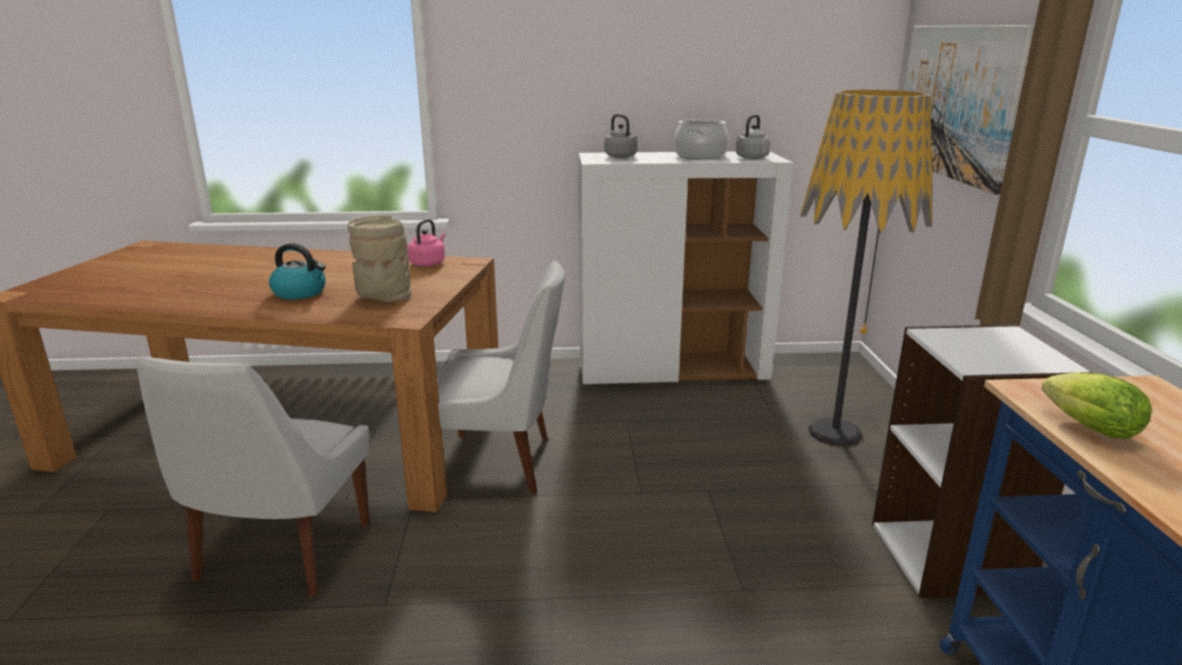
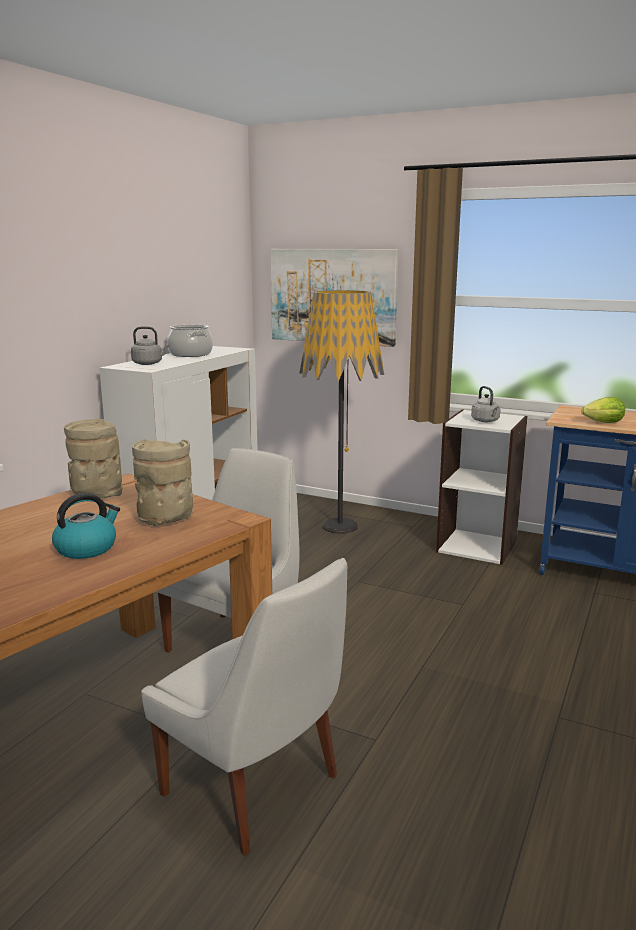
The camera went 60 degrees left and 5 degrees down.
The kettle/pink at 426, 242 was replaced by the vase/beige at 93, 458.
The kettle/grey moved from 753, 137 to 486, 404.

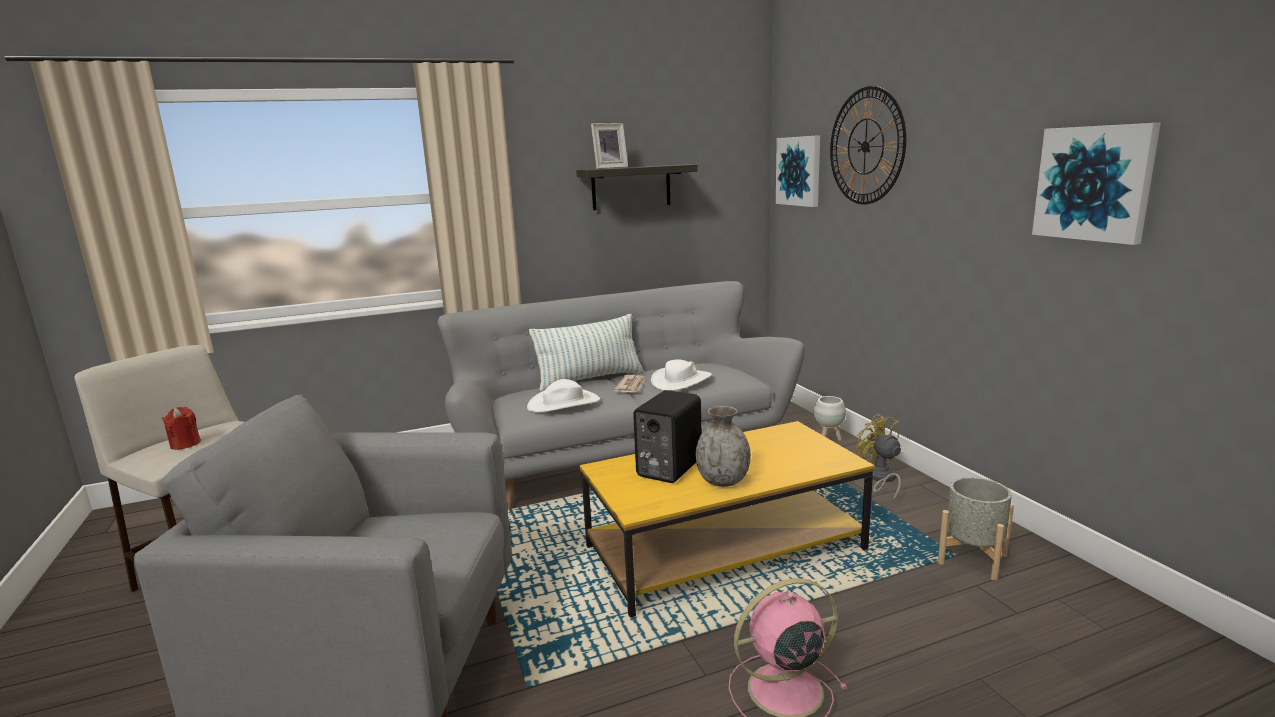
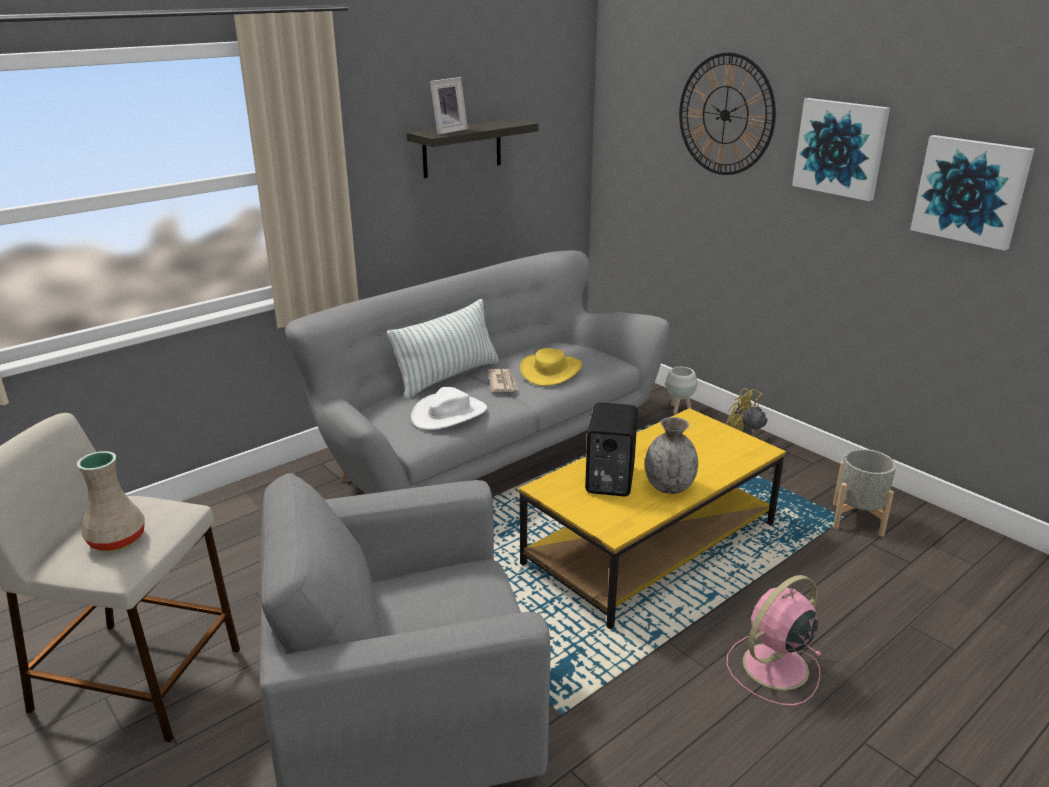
The camera went 20 degrees left and 10 degrees up.
The candle/red at 181, 428 was replaced by the vase/beige at 111, 501.
The hat/white at 681, 375 became the hat/yellow at 551, 367.
The picture moved from 798, 171 to 841, 149.

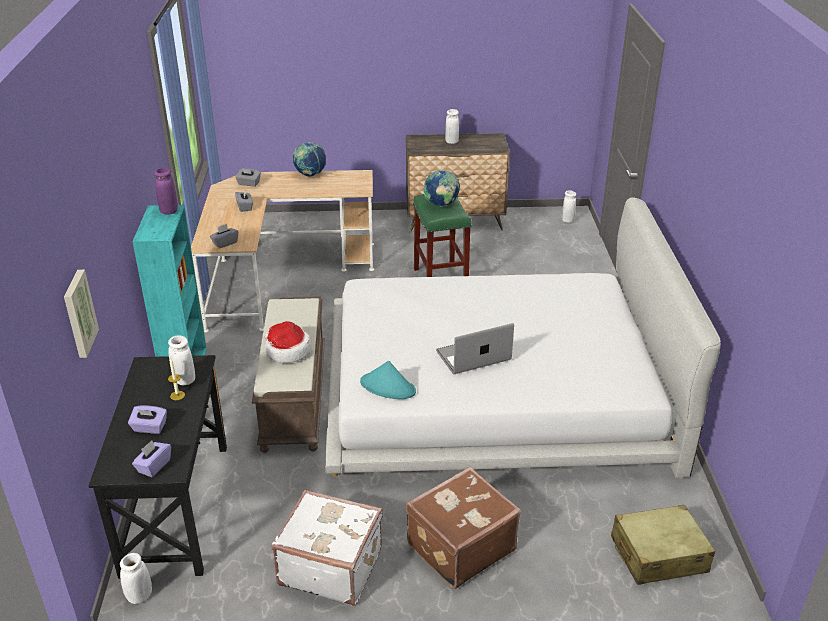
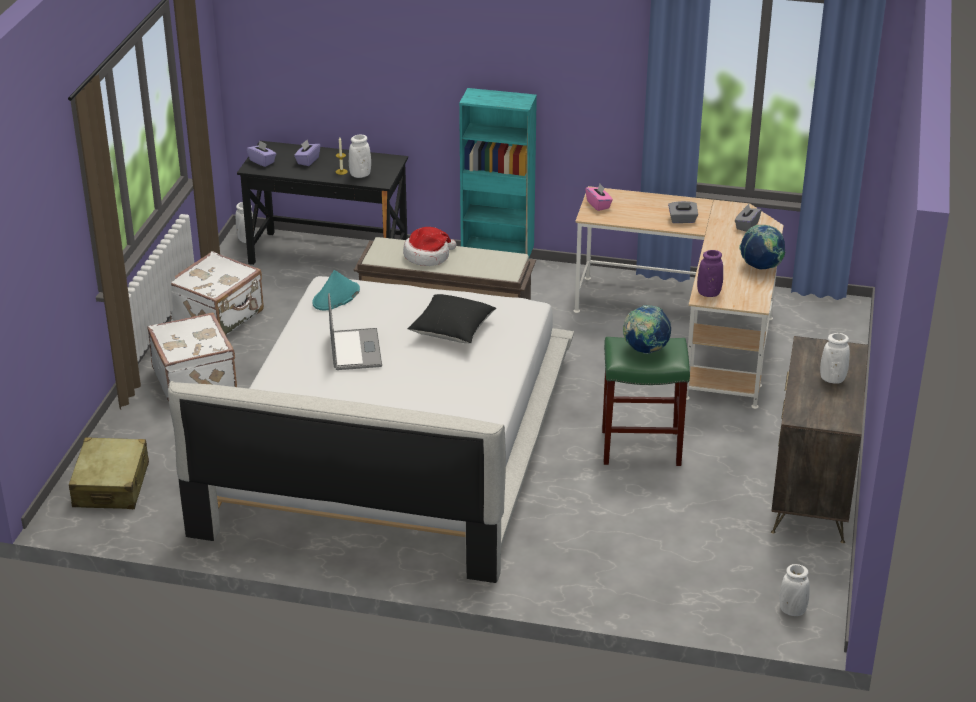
The camera went 105 degrees right and 0 degrees up.
The suitcase/brown at 463, 528 became the suitcase/white at 192, 357.
The pillow/black at 452, 319 appeared.
The tissue box/grey at 224, 236 became the tissue box/pink at 599, 197.
The vase/purple moved from 166, 191 to 710, 273.
The picture at 81, 314 disappeared.

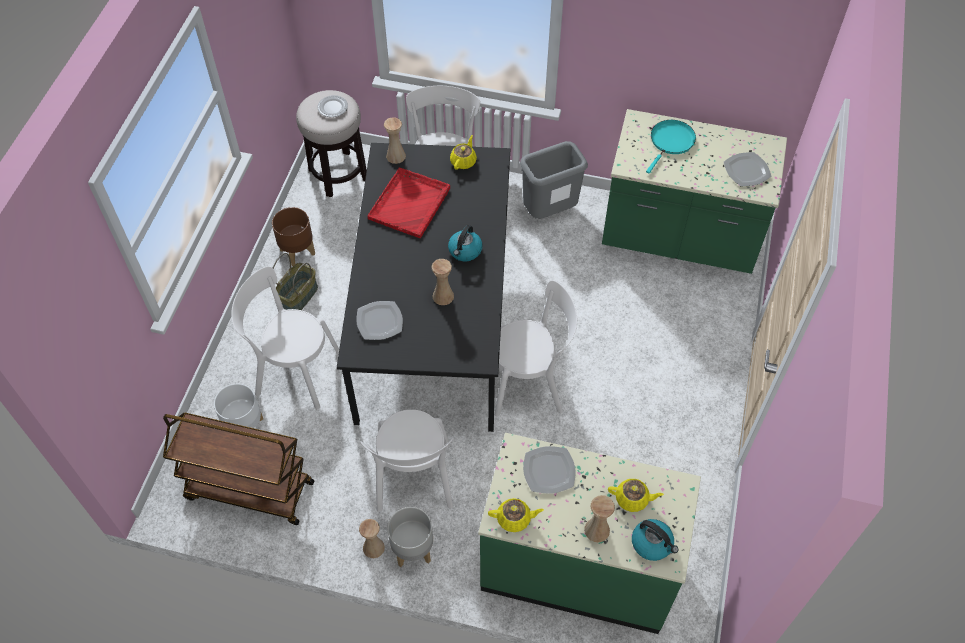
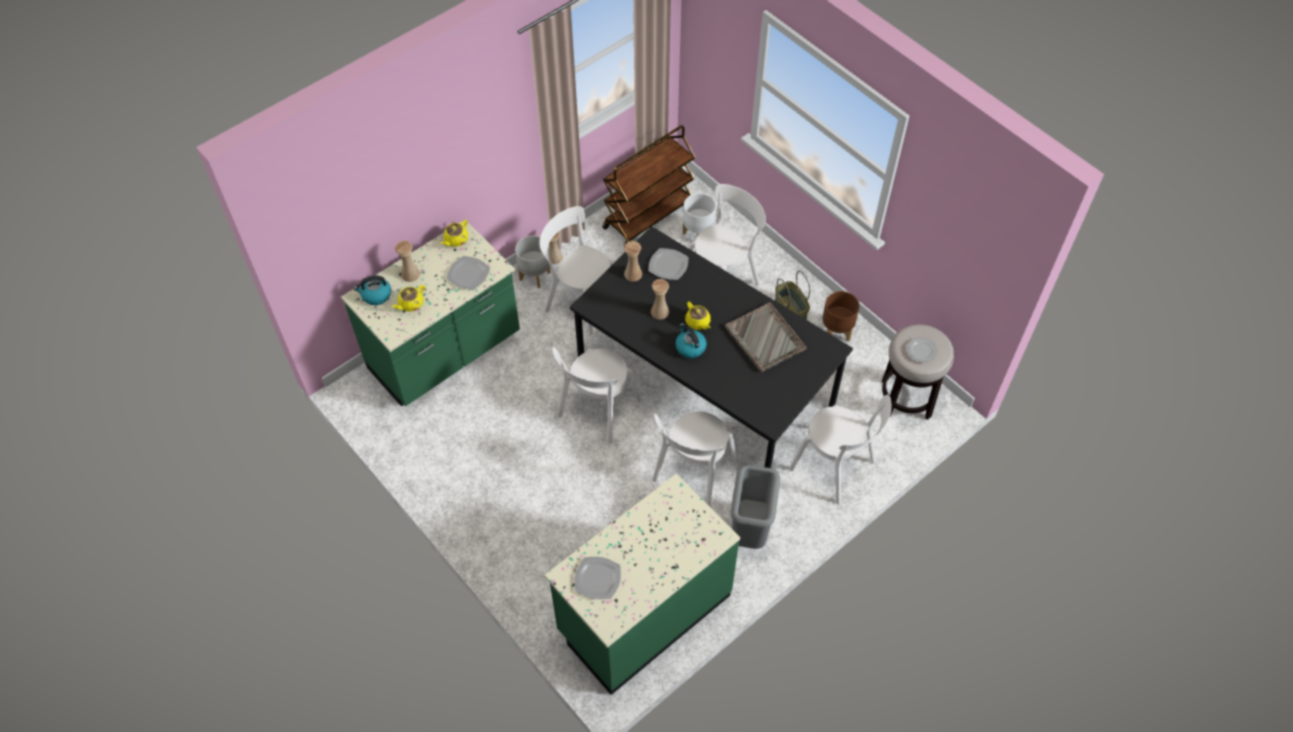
The camera went 125 degrees right and 0 degrees up.
The vase/beige moved from 395, 140 to 633, 261.
The chair/white at 694, 458 appeared.
The teapot/yellow moved from 463, 152 to 698, 316.
The tray/red at 408, 203 became the tray/grey at 766, 337.
The frying pan/turquoise at 671, 147 disappeared.

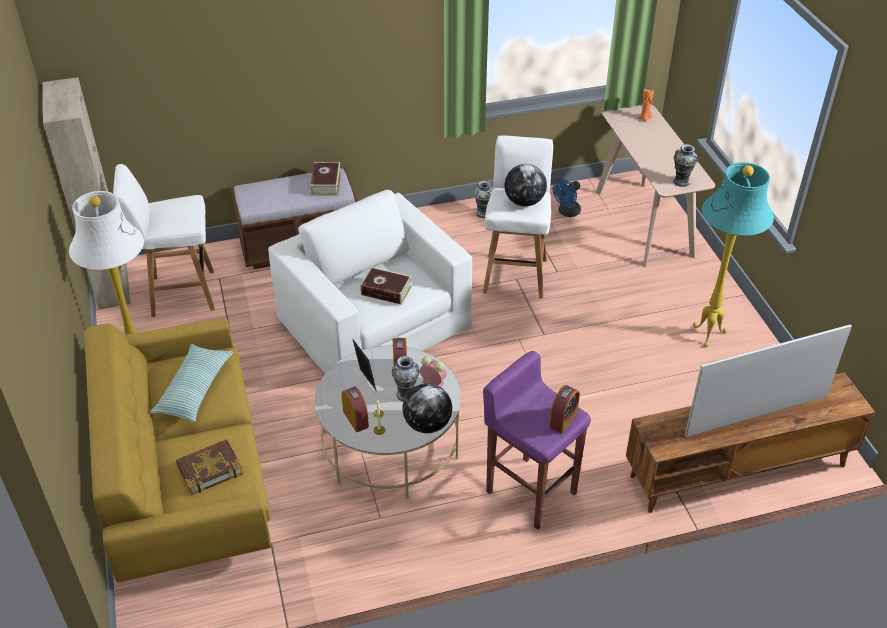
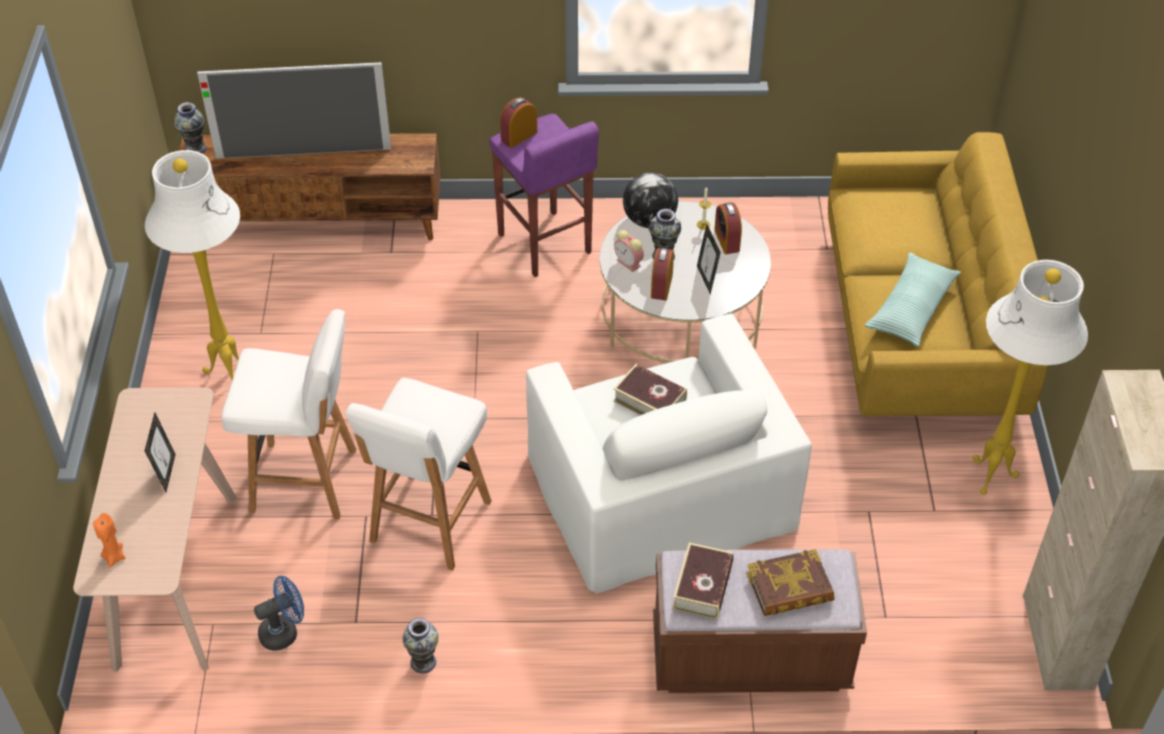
The camera went 165 degrees left and 5 degrees up.
The floor lamp/turquoise at 733, 254 became the floor lamp/white at 192, 265.
The picture frame at 160, 452 appeared.
The vase moved from 685, 165 to 190, 128.
The stool/white moved from 164, 240 to 289, 414.
The book moved from 210, 467 to 790, 582.
The globe at 525, 185 disappeared.

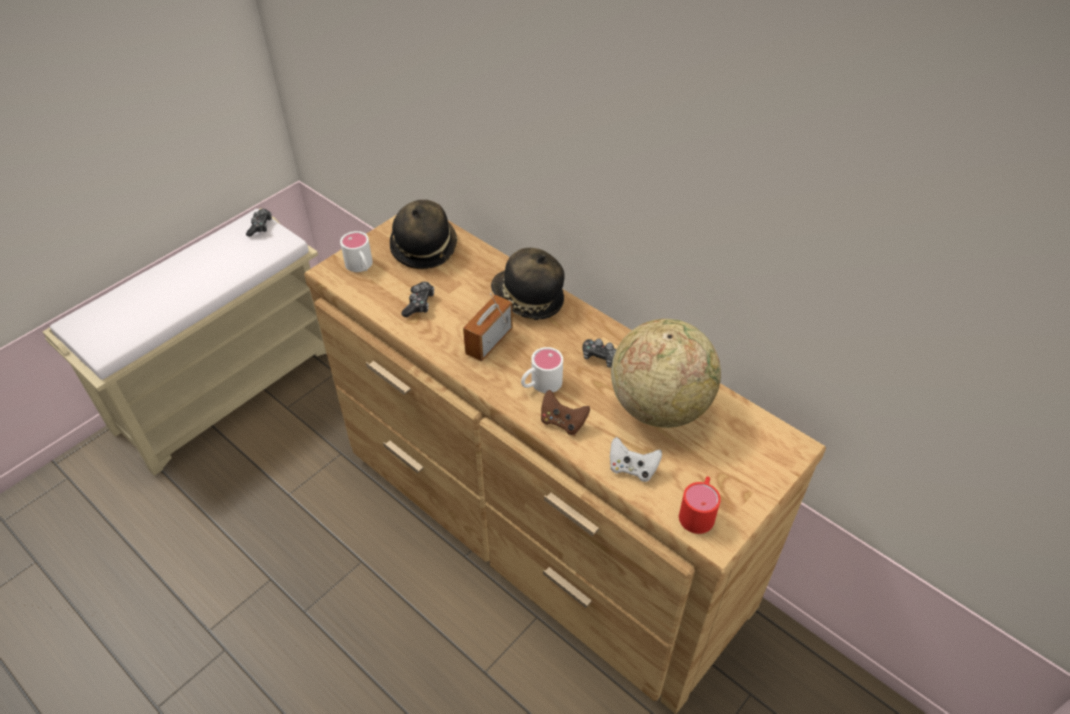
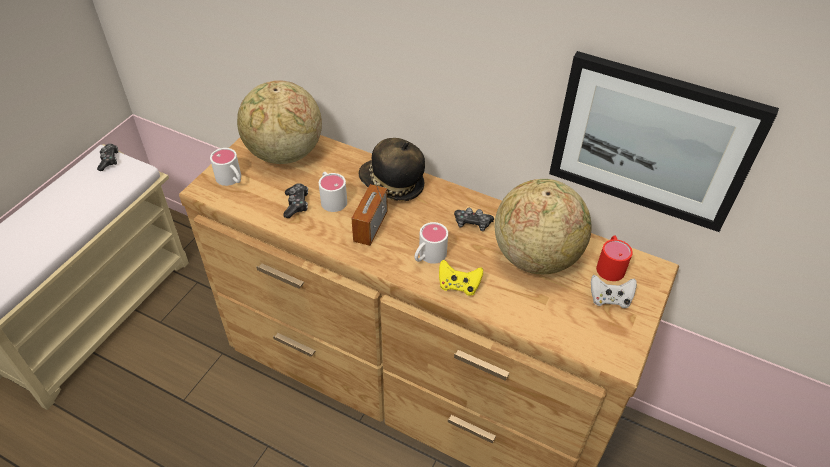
The camera went 15 degrees left and 0 degrees up.
The hat at 423, 234 was replaced by the globe at 279, 122.
The mug/white at 333, 192 appeared.
The game controller/brown at 565, 412 became the game controller/yellow at 461, 278.
The picture at 664, 141 appeared.
The game controller/white moved from 636, 459 to 614, 291.
The mug/red moved from 700, 505 to 614, 258.

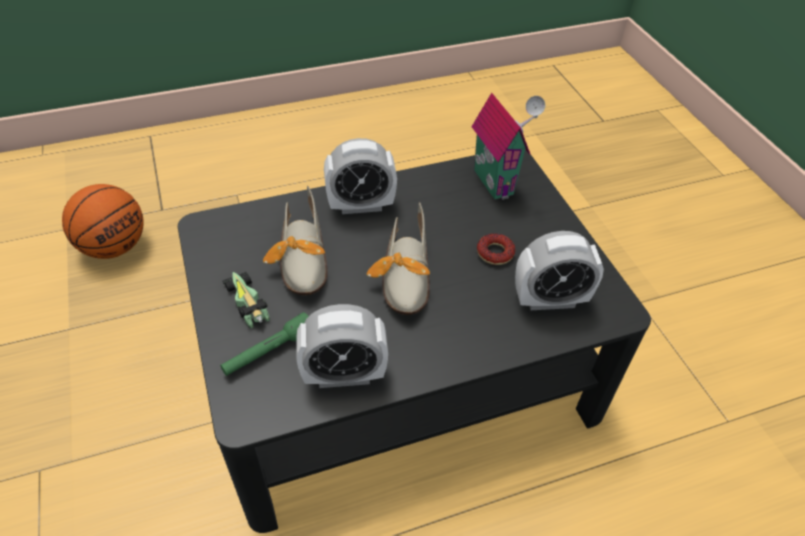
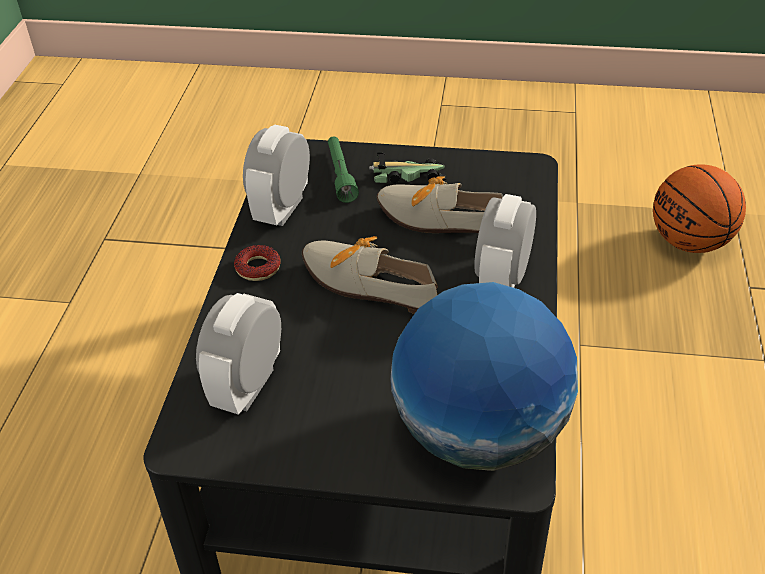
The camera went 120 degrees right and 5 degrees down.
The donut moved from 496, 249 to 257, 263.
The toy house at 509, 146 was replaced by the globe at 484, 376.

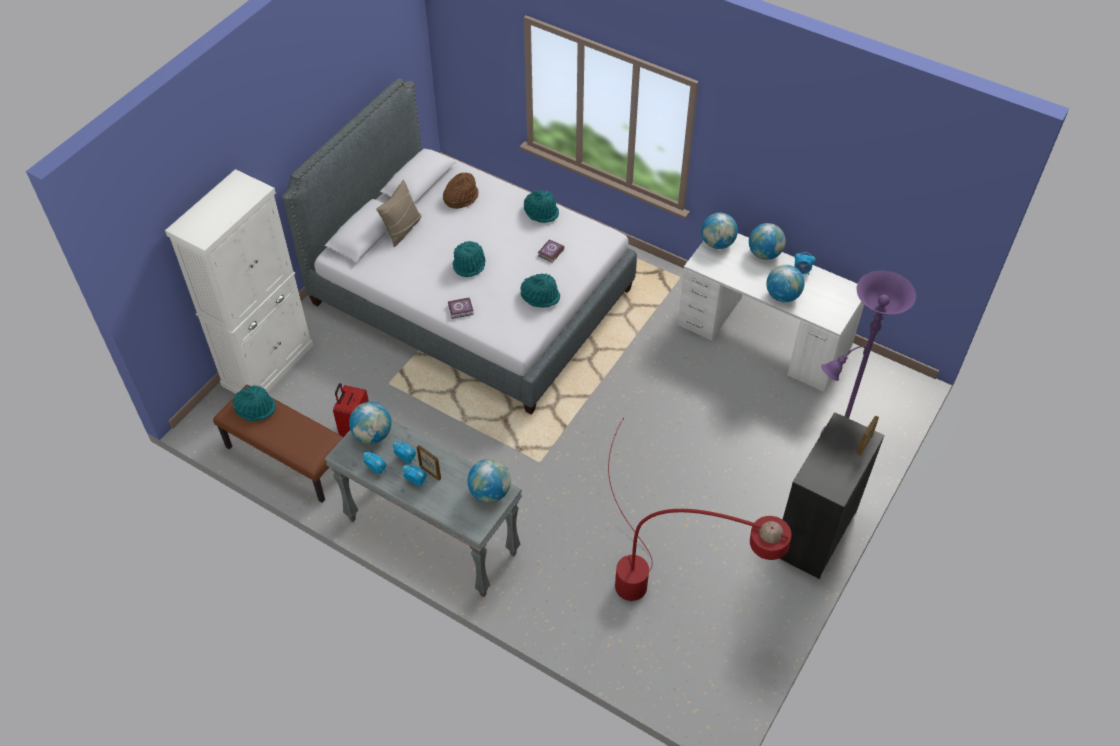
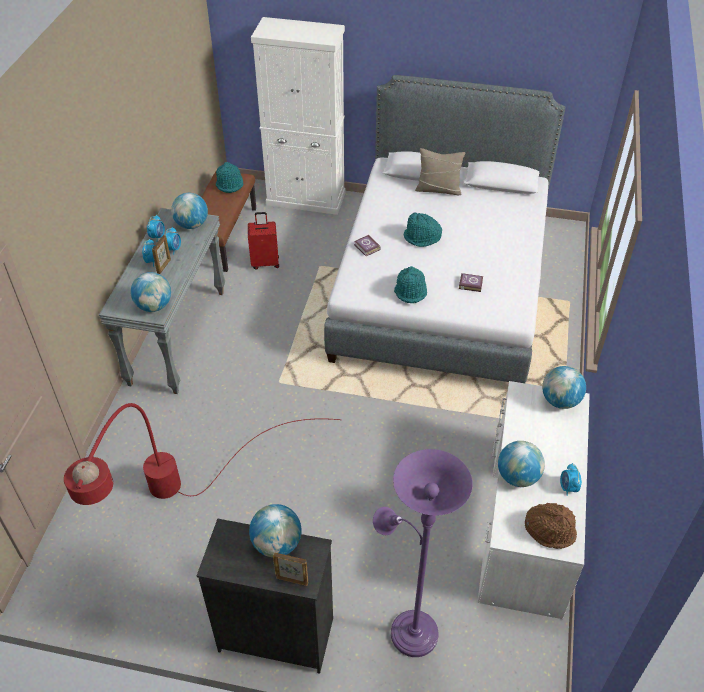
The camera went 70 degrees right and 5 degrees down.
The globe moved from 767, 241 to 275, 530.
The hat/brown moved from 461, 190 to 551, 526.
The hat/turquoise at 541, 206 disappeared.

